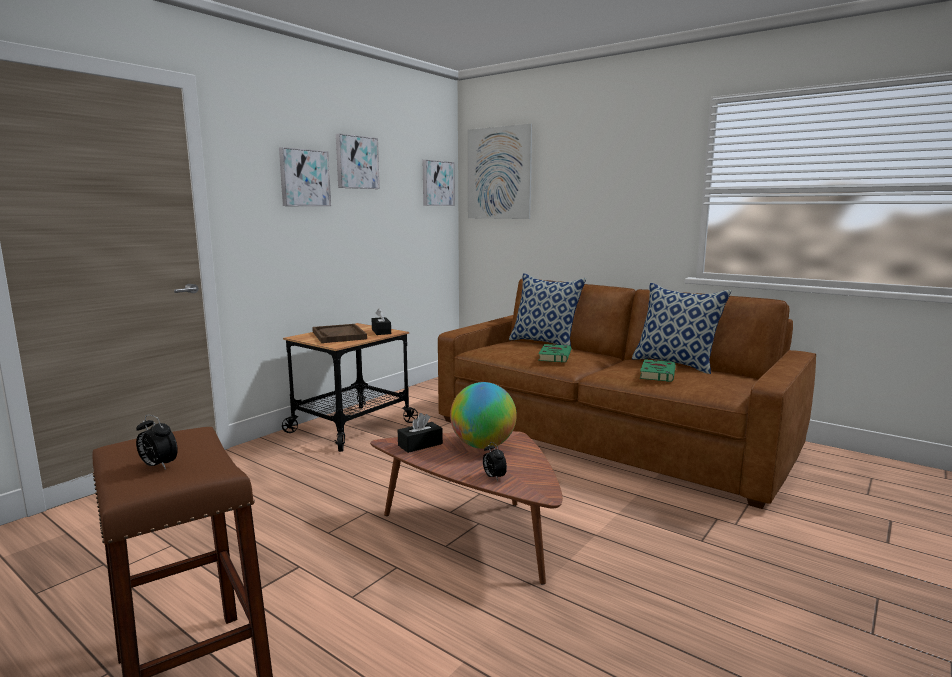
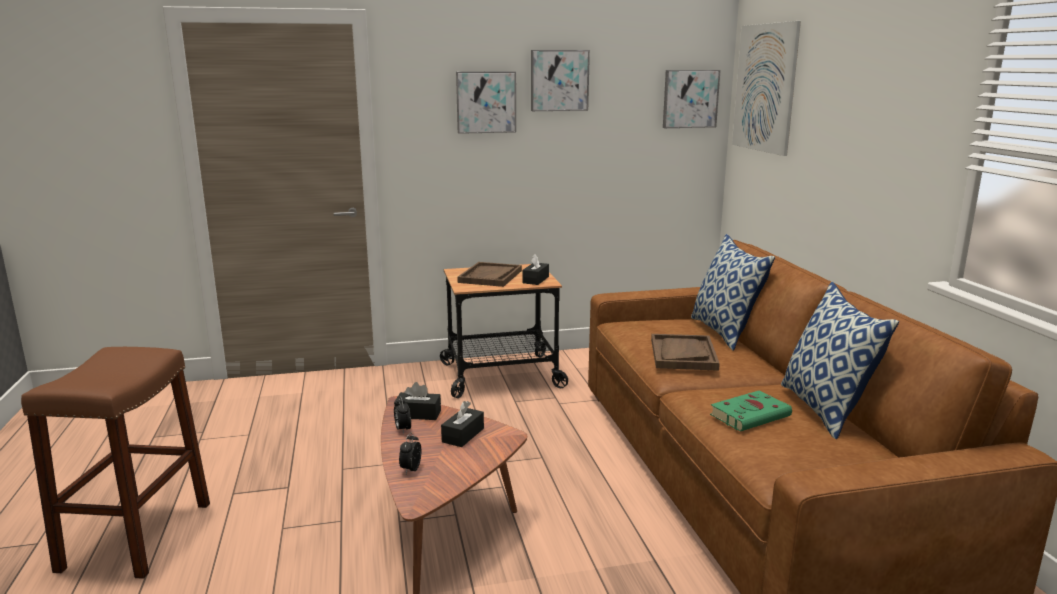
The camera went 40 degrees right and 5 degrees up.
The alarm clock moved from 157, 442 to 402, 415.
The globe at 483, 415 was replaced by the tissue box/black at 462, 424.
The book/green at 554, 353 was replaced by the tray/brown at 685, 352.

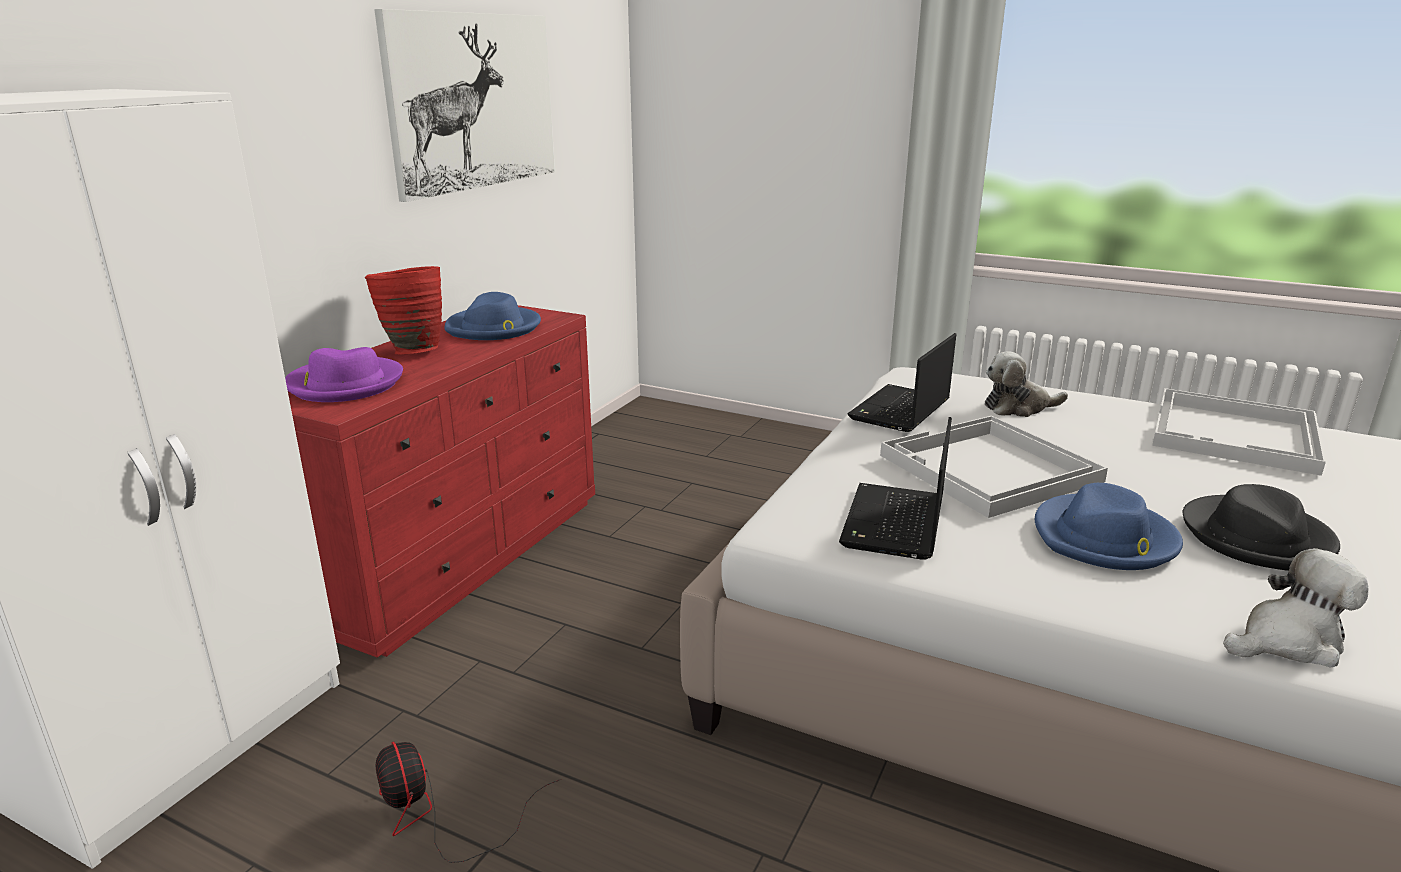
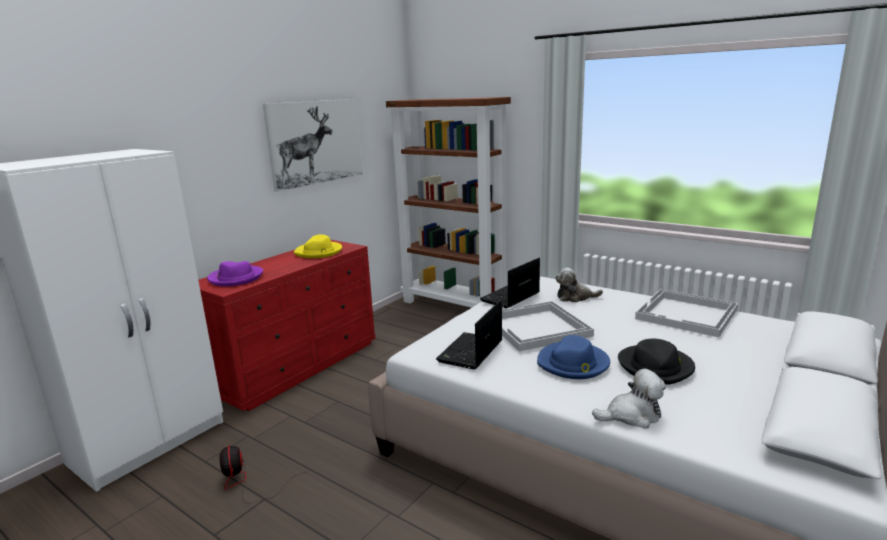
The camera went 10 degrees right and 5 degrees down.
The hat/blue at 492, 316 became the hat/yellow at 318, 246.
The bookcase/brown at 448, 202 appeared.
The vase/red at 403, 310 disappeared.

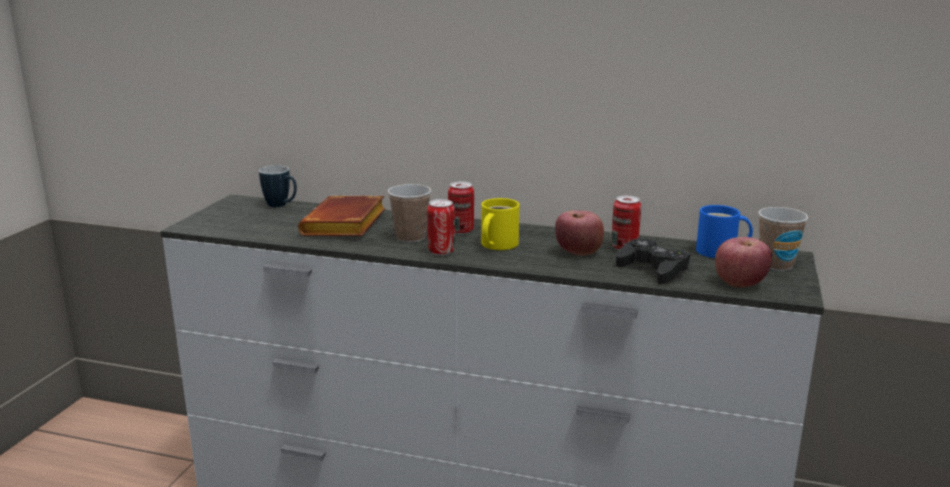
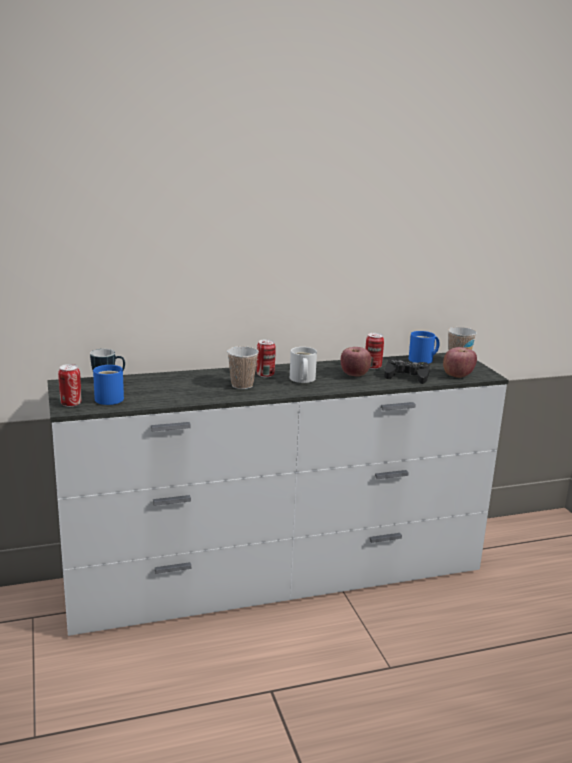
The camera went 35 degrees left and 0 degrees up.
The can moved from 441, 227 to 69, 385.
The mug/blue at 108, 385 appeared.
The mug/yellow at 500, 224 became the mug/white at 303, 365.
The book/brown at 342, 216 disappeared.

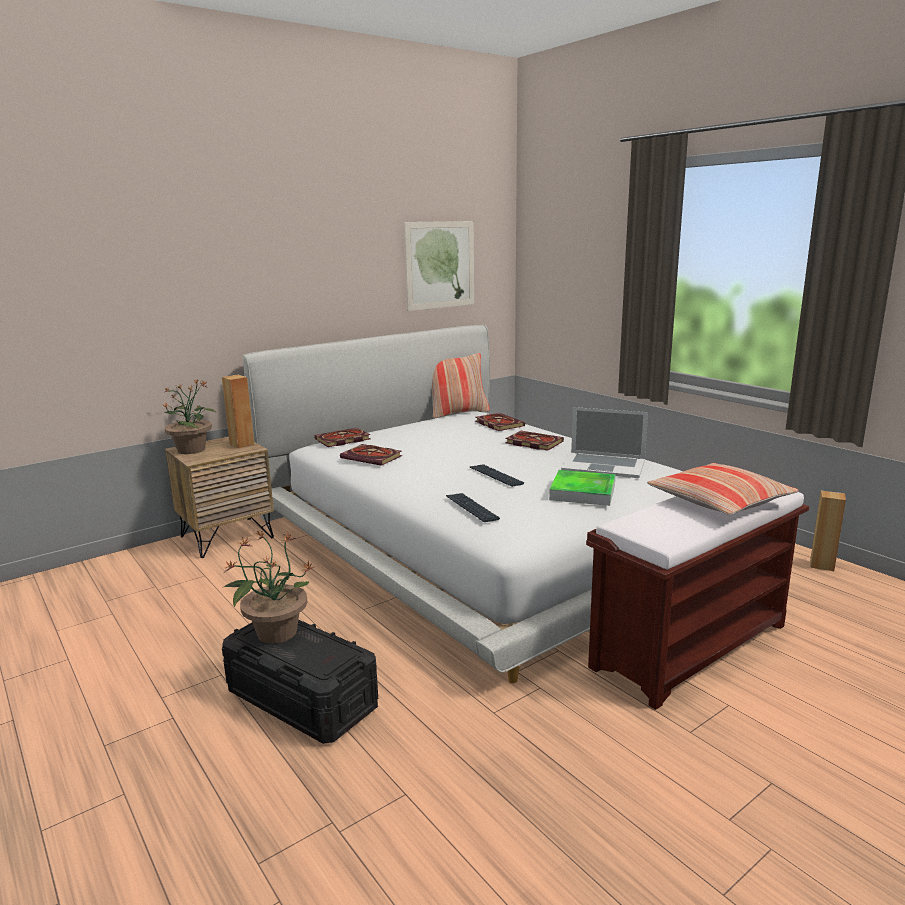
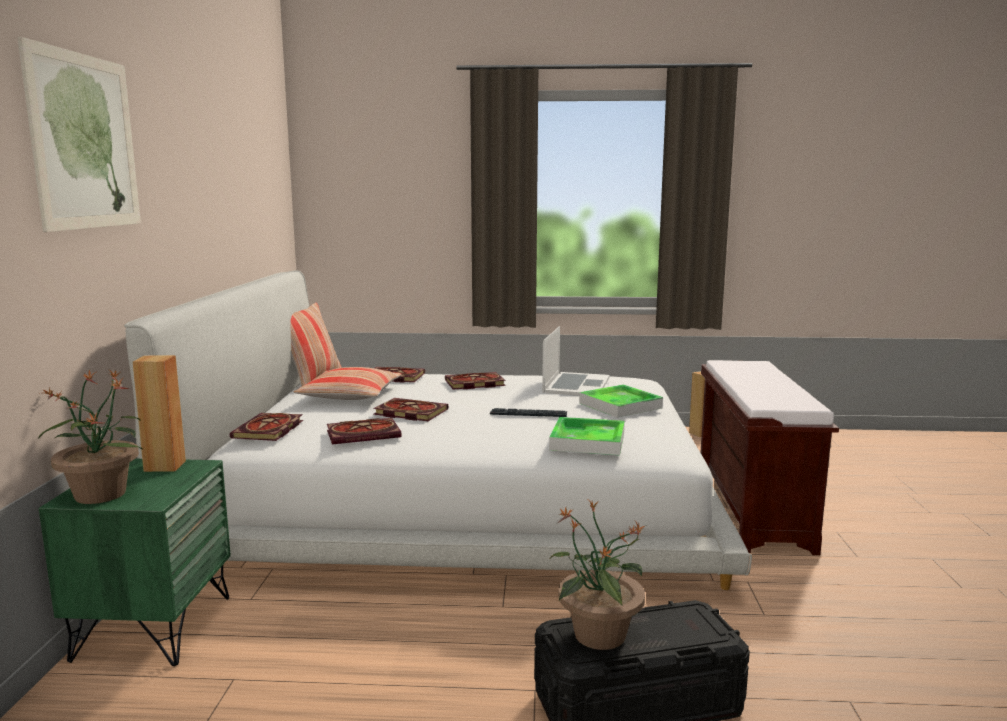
The camera went 50 degrees left and 5 degrees down.
The picture moved from 439, 266 to 79, 134.
The nightstand/brown at 219, 497 became the nightstand/green at 135, 562.
The pillow moved from 723, 489 to 347, 383.
The book at 410, 409 appeared.
The laptop at 604, 442 turned 45 degrees counterclockwise.
The keyboard at 473, 507 was replaced by the tray at 587, 436.

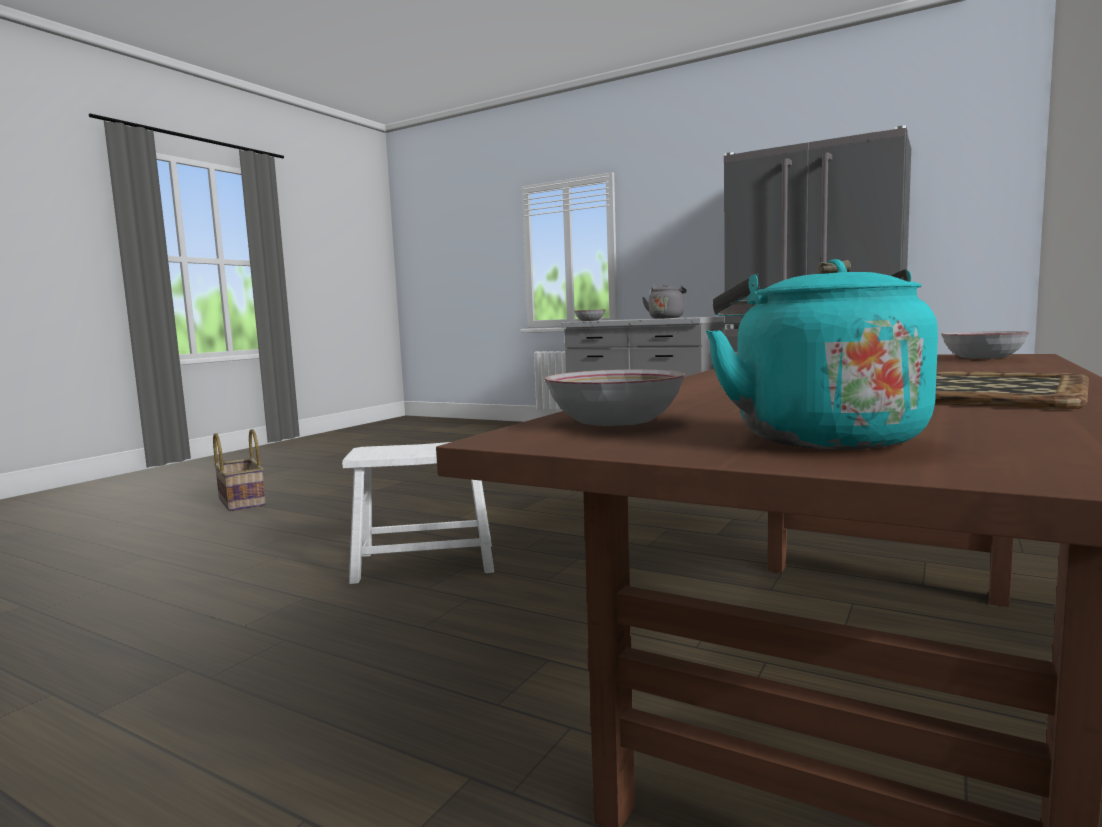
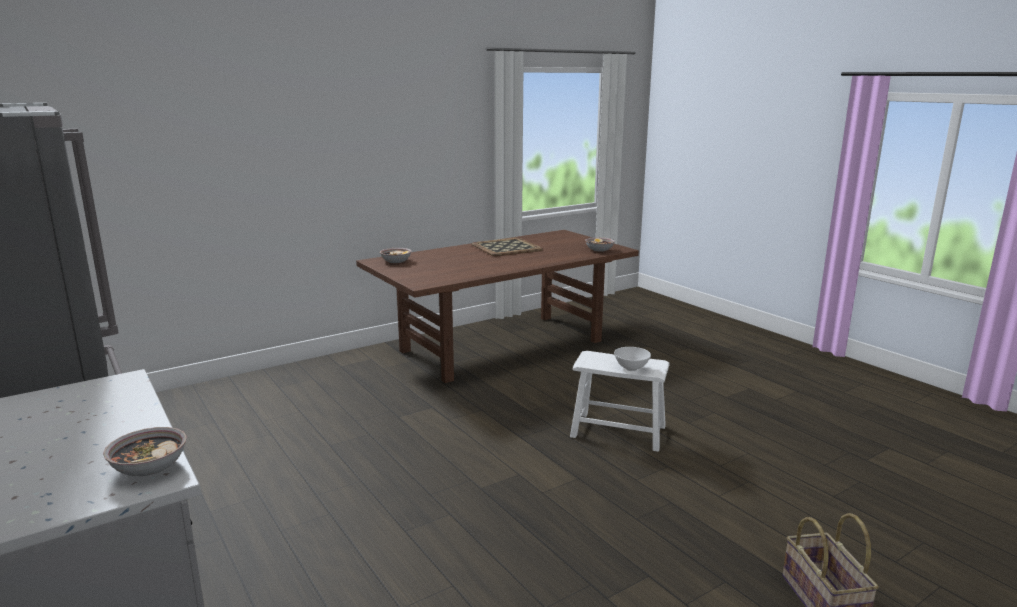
The camera went 155 degrees left and 10 degrees up.
The bowl/white at 632, 359 appeared.
The kettle/grey at 664, 301 disappeared.
The kettle/turquoise at 822, 354 disappeared.

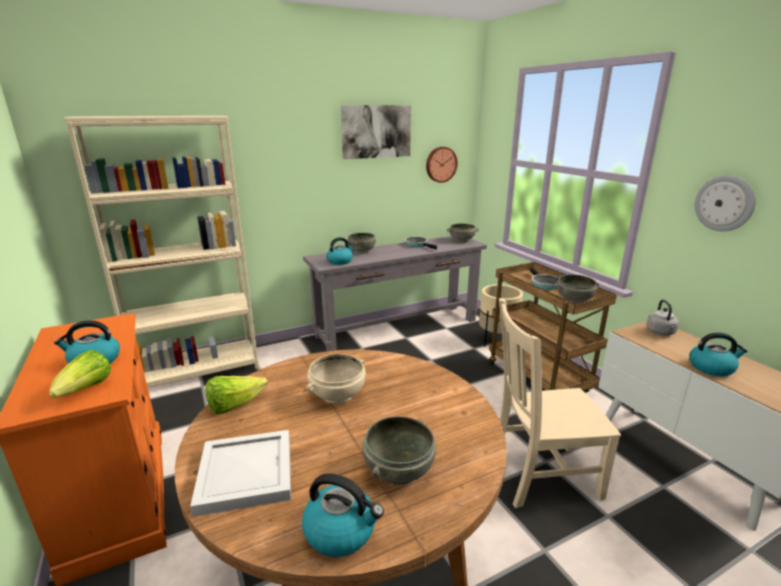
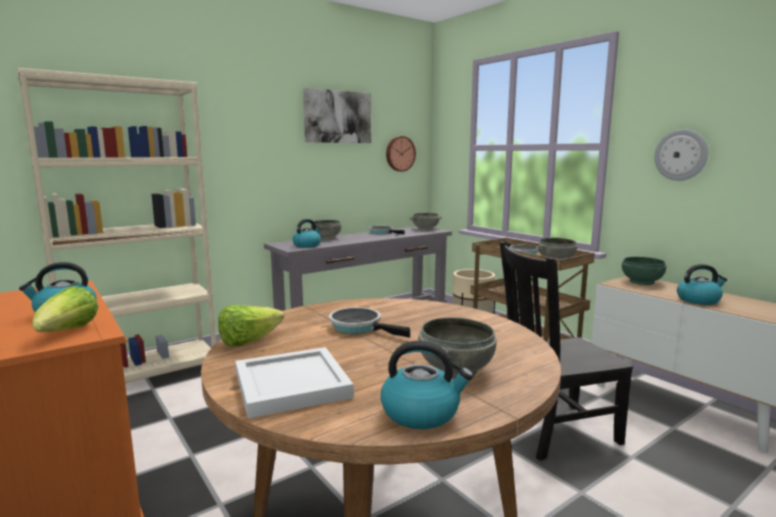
The camera went 10 degrees left and 10 degrees down.
The bowl/beige at 336, 379 was replaced by the frying pan at 369, 322.
The chair/beige at 560, 403 became the chair/black at 566, 351.
The kettle/grey at 663, 317 was replaced by the bowl/green at 644, 271.

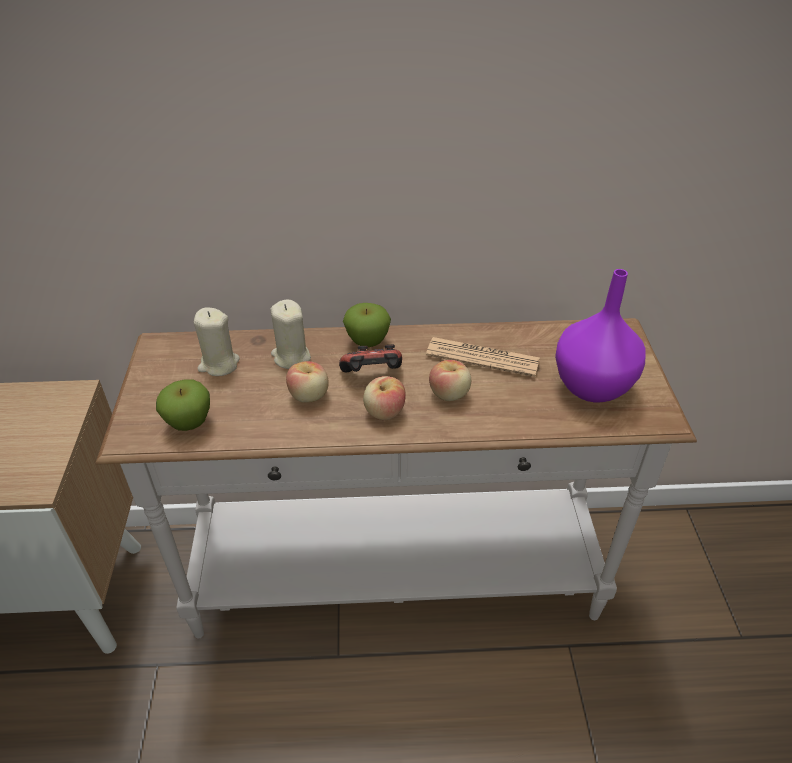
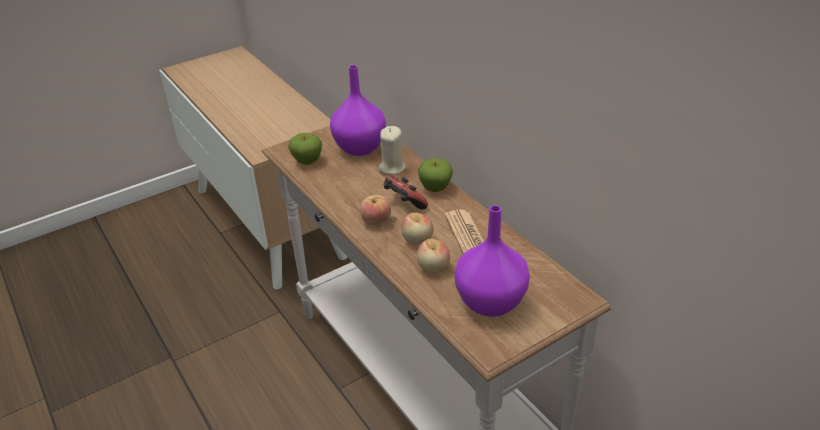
The camera went 60 degrees right and 5 degrees down.
The candle/beige at 217, 341 was replaced by the vase/purple at 358, 110.
The apple moved from 307, 382 to 433, 256.

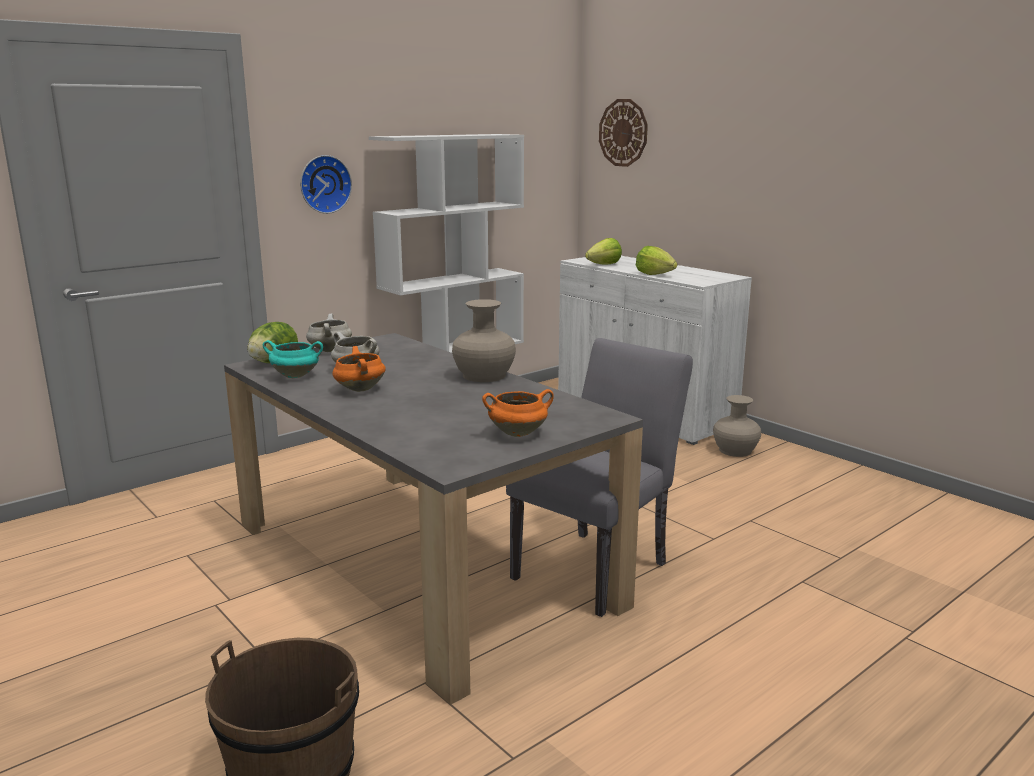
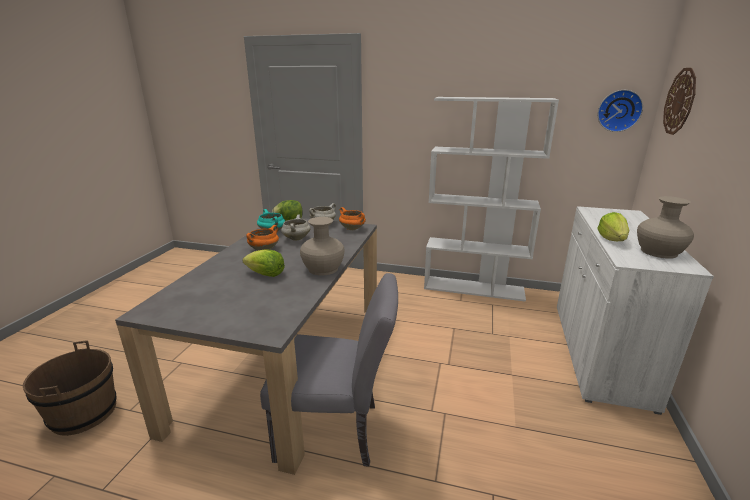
The camera went 55 degrees right and 5 degrees up.
The lettuce moved from 603, 251 to 264, 263.
The cooking pot/orange moved from 518, 413 to 352, 218.
The wall clock moved from 326, 184 to 620, 111.
The vase/beige moved from 737, 426 to 665, 227.

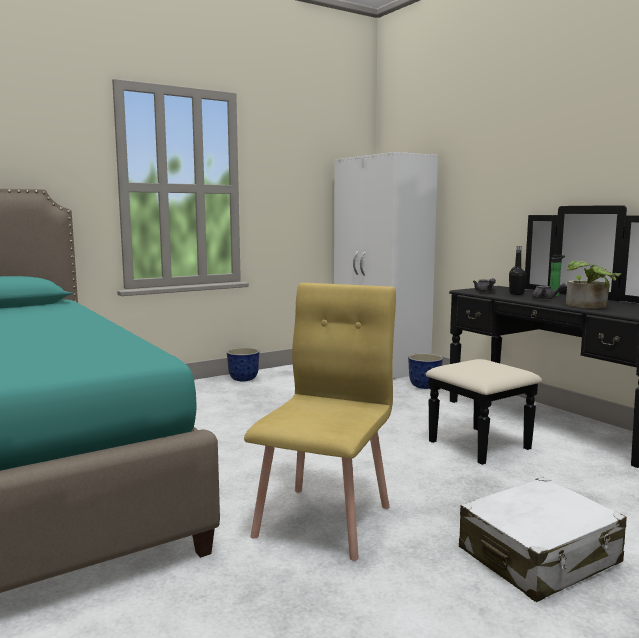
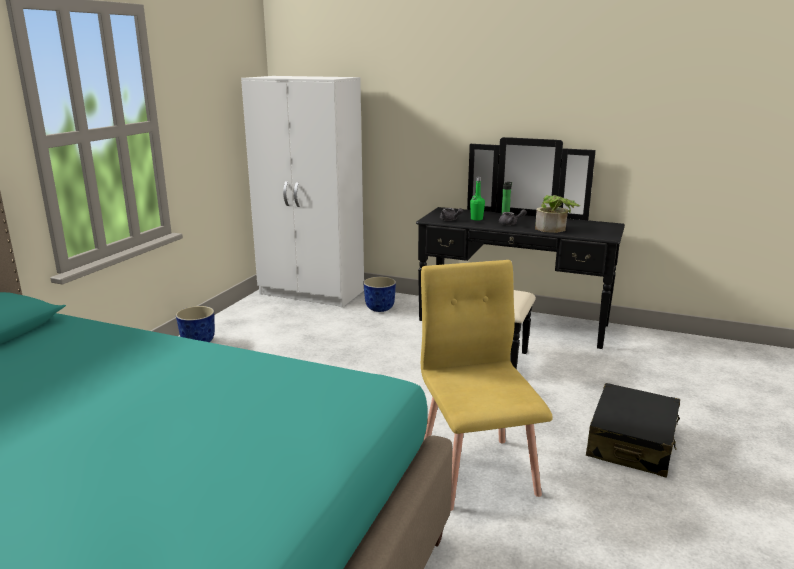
The camera went 35 degrees left and 10 degrees up.
The bottle/black at 517, 270 became the bottle/green at 477, 199.
The suitcase/white at 543, 539 became the suitcase/black at 633, 430.

